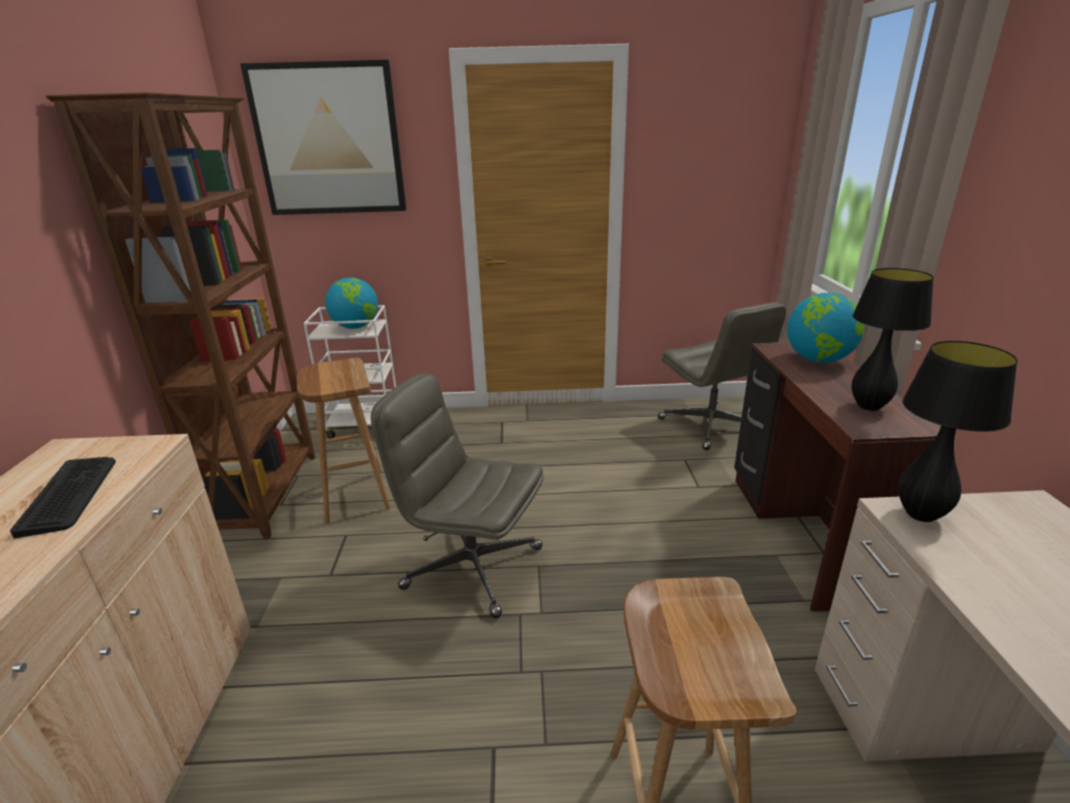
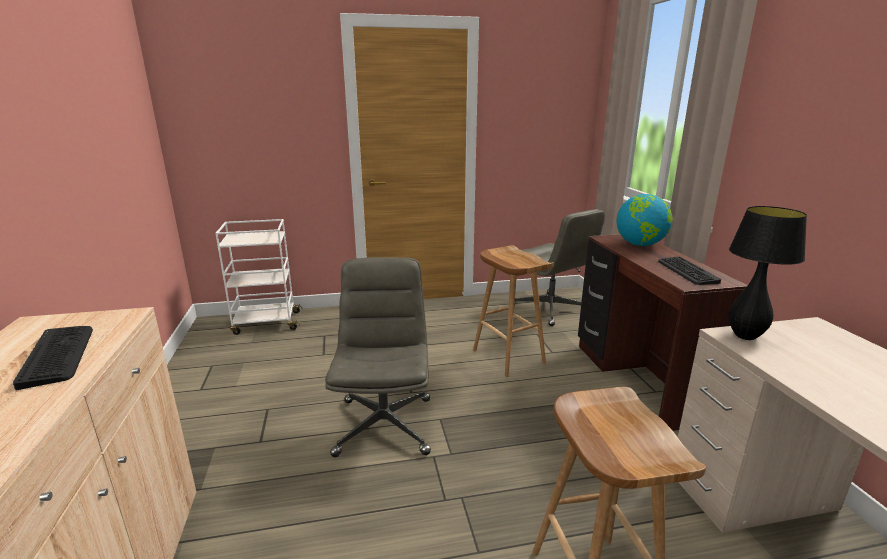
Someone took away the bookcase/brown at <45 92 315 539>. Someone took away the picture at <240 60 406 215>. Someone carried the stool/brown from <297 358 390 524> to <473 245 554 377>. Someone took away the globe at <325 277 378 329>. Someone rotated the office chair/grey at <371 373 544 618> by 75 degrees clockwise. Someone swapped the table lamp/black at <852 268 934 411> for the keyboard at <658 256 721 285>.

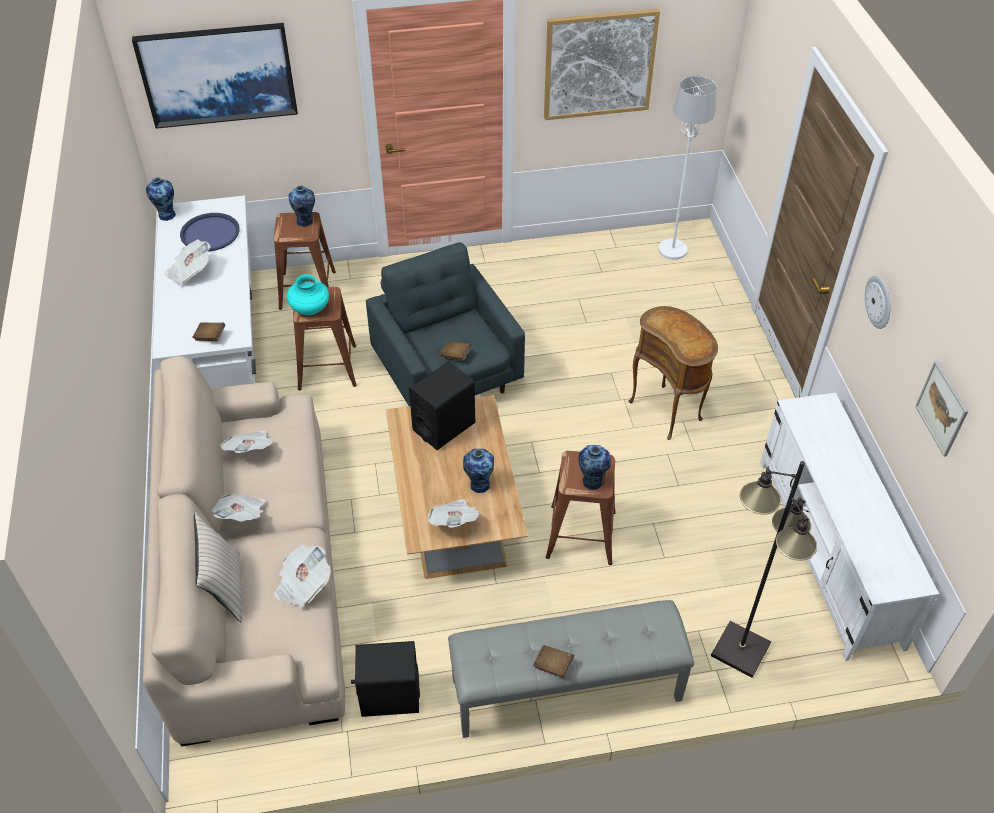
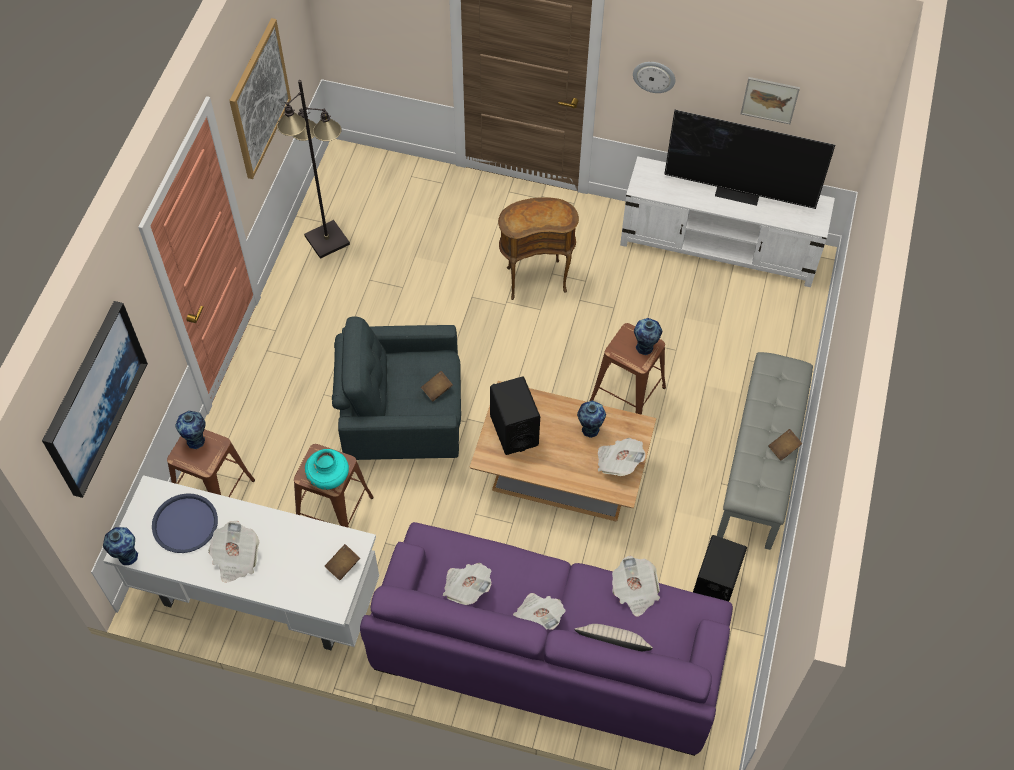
Someone repainted the sofa/beige at <143 356 345 746>, which became the sofa/purple at <360 522 733 756>. Someone took away the floor lamp/white at <658 75 717 260>. Someone carried the floor lamp/black from <711 461 817 678> to <277 80 350 259>. Someone put down the television at <664 110 835 209>.

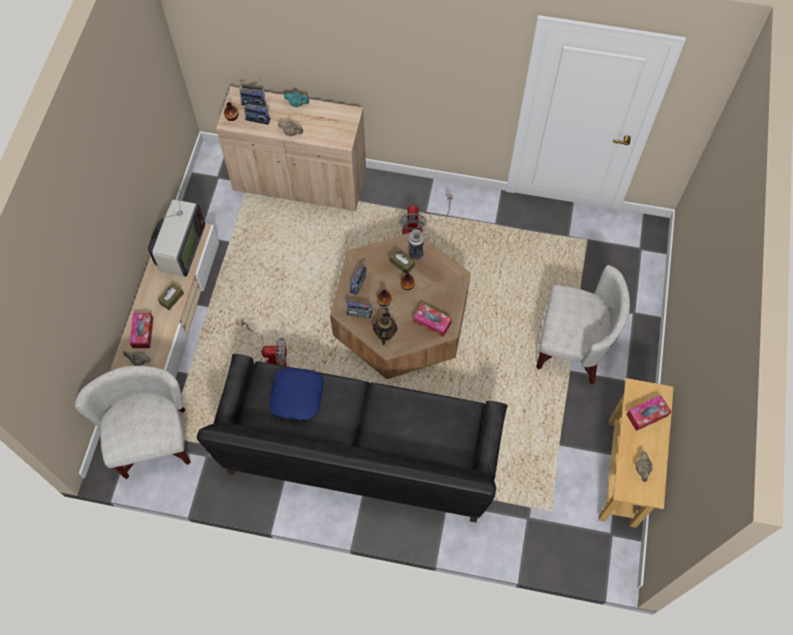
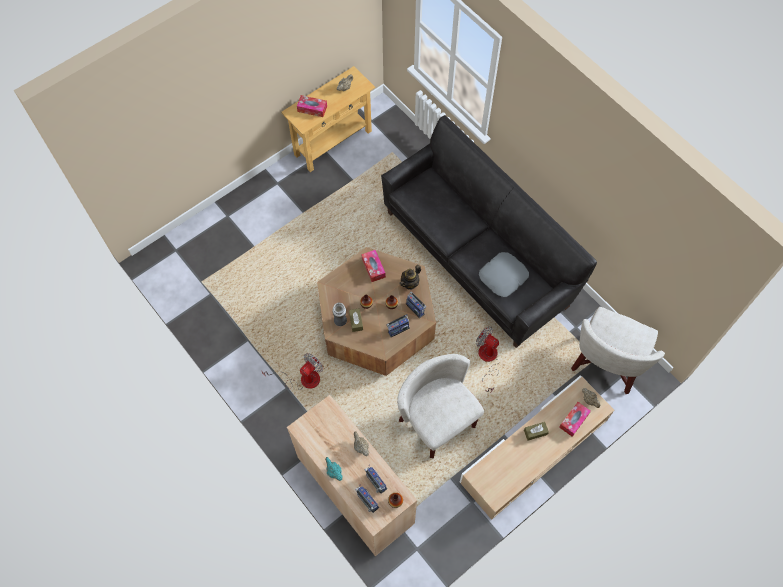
Someone took away the television at <148 184 205 277>. Someone repainted the pillow/blue at <269 367 324 420>, which became the pillow/grey at <479 252 529 297>. Someone carried the armchair/white from <536 265 630 385> to <397 354 484 458>.

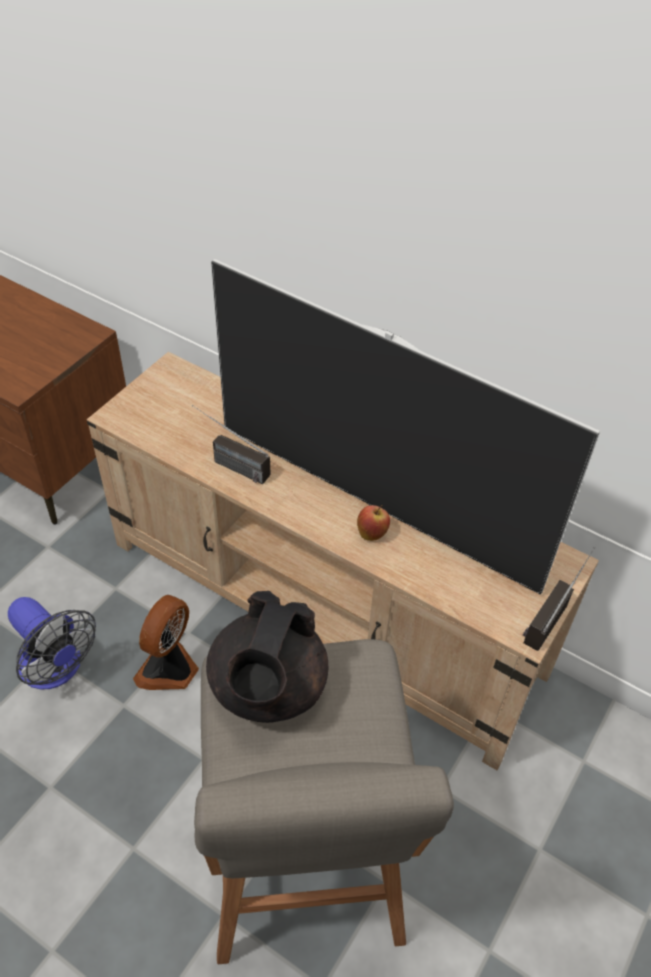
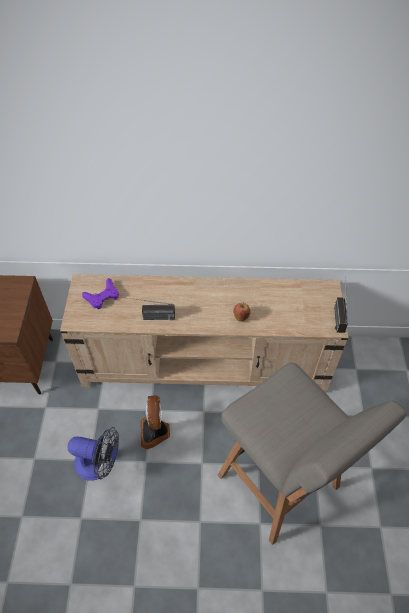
Someone took away the teapot/black at <206 591 328 723>. Someone took away the television at <211 259 600 595>. Someone put down the game controller/purple at <82 278 119 309>.

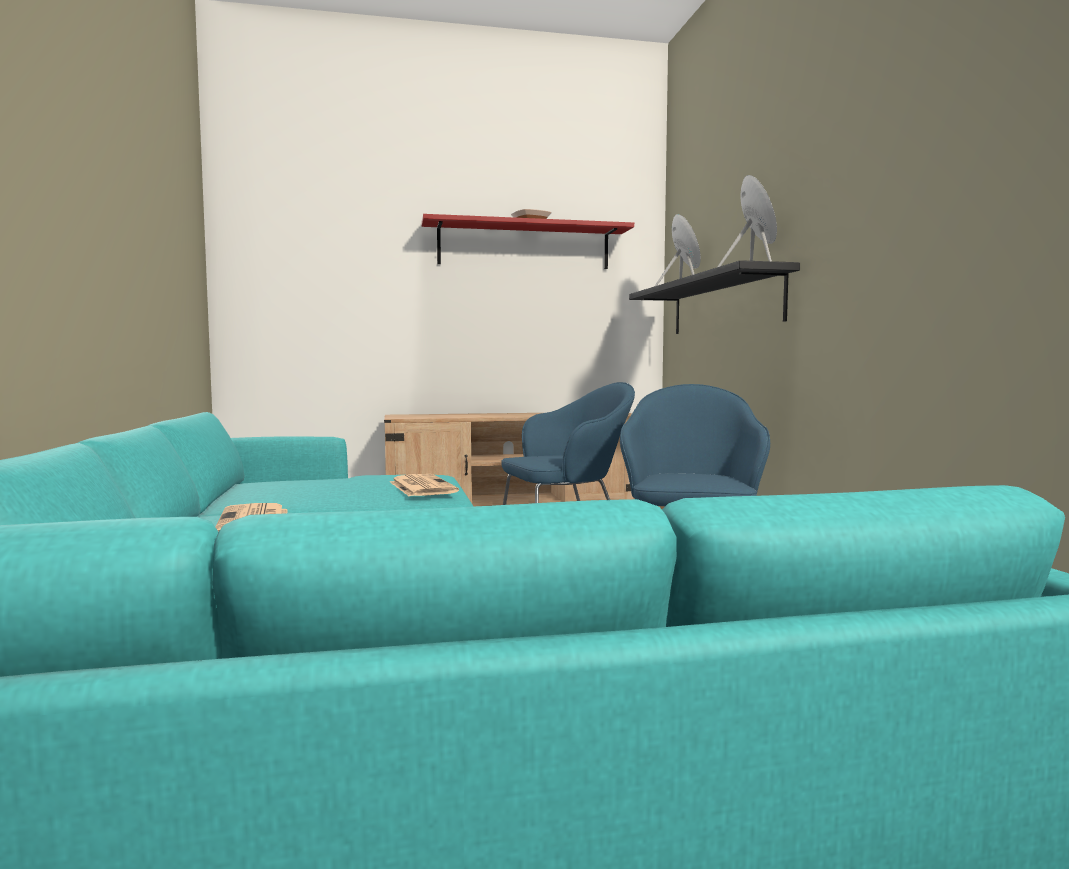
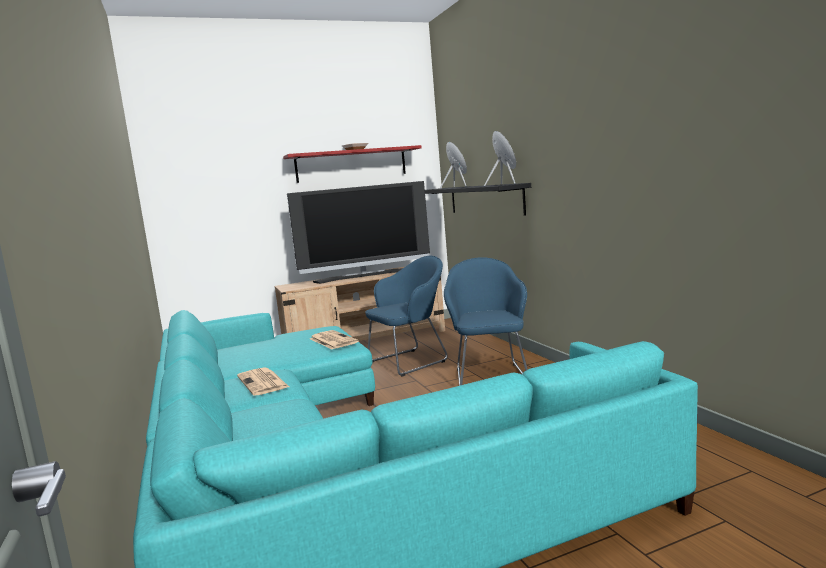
Someone put down the television at <287 181 430 284>.

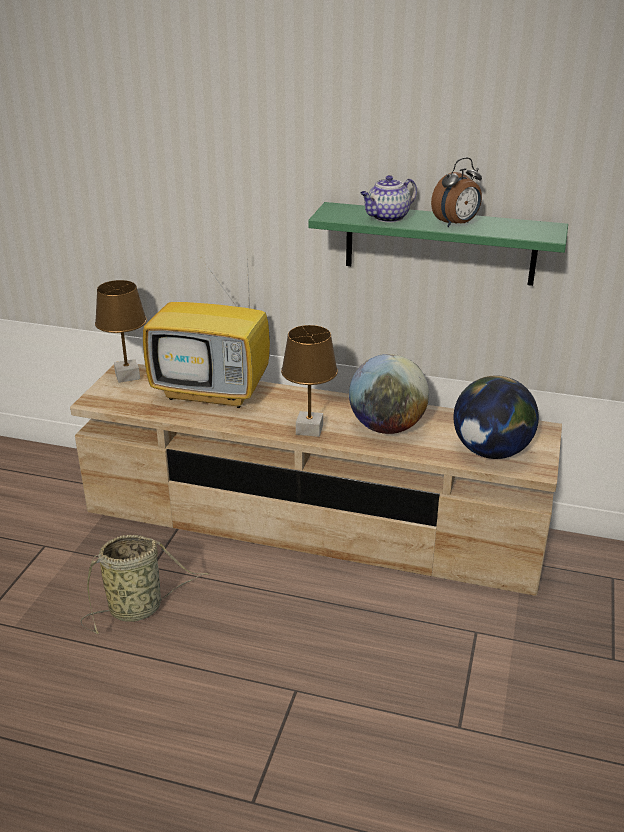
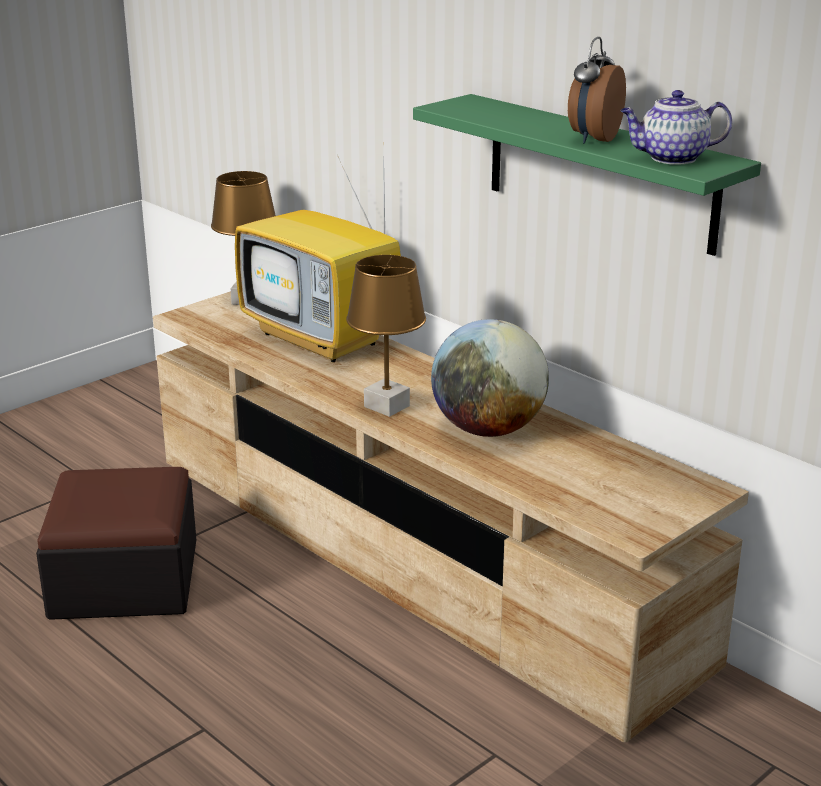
Someone swapped the basket at <80 535 209 634> for the ottoman at <36 467 196 620>. Someone carried the teapot from <360 175 417 222> to <620 90 732 165>. Someone rotated the alarm clock at <431 157 482 227> by 120 degrees clockwise. Someone took away the globe at <454 376 539 459>.

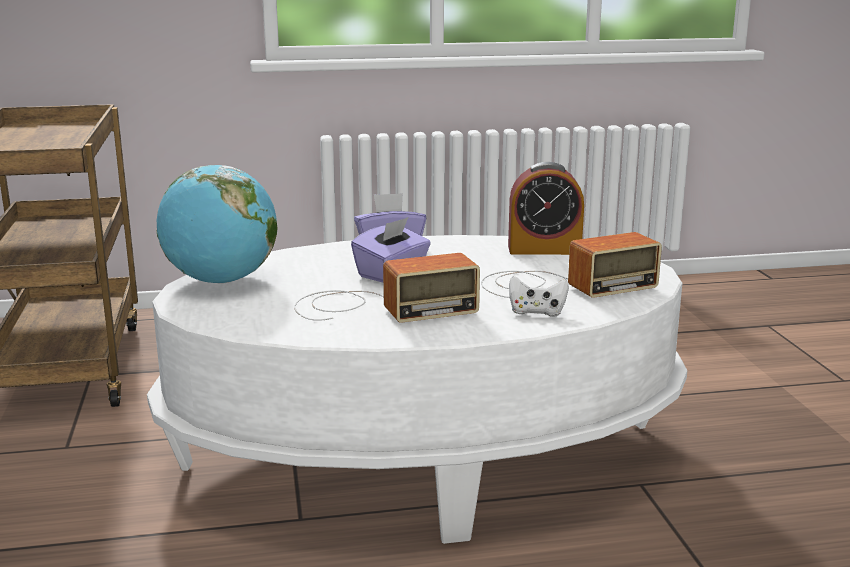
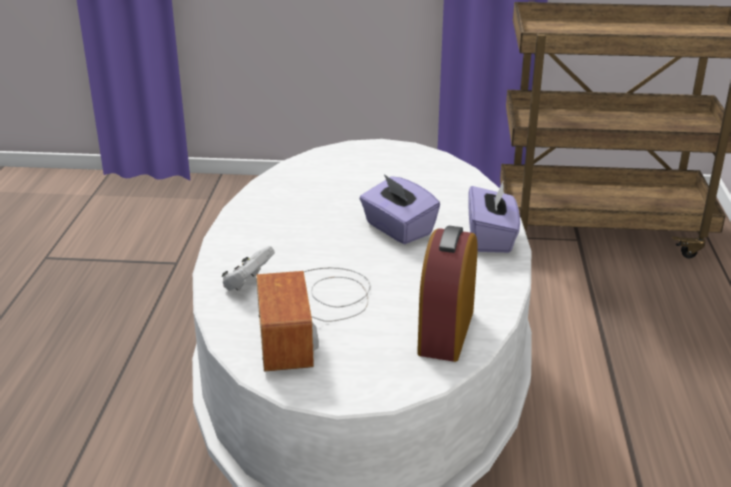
Someone took away the globe at <157 165 277 284>. Someone took away the radio at <294 253 480 323>.

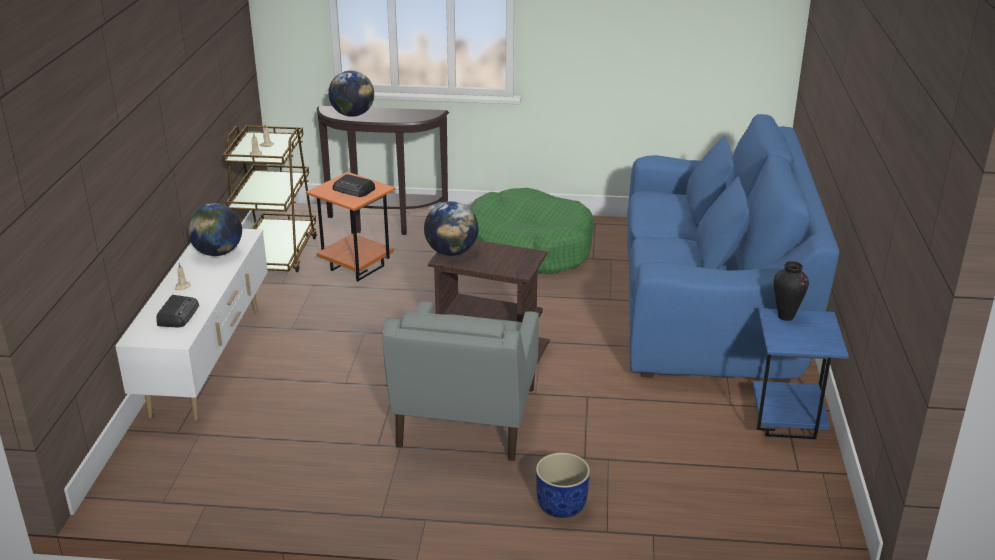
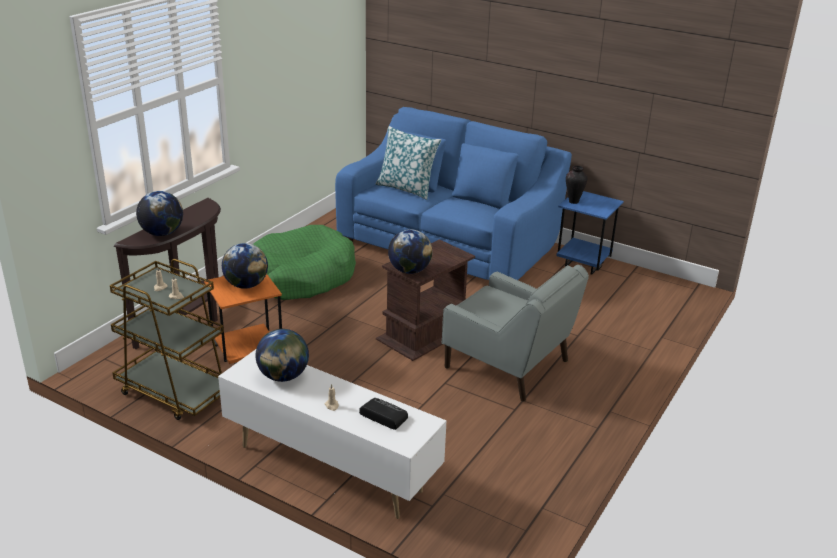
Someone swapped the radio at <333 174 375 197> for the globe at <222 243 268 289>. Someone took away the planter/blue at <536 453 590 518>. Someone put down the pillow at <375 126 441 200>.

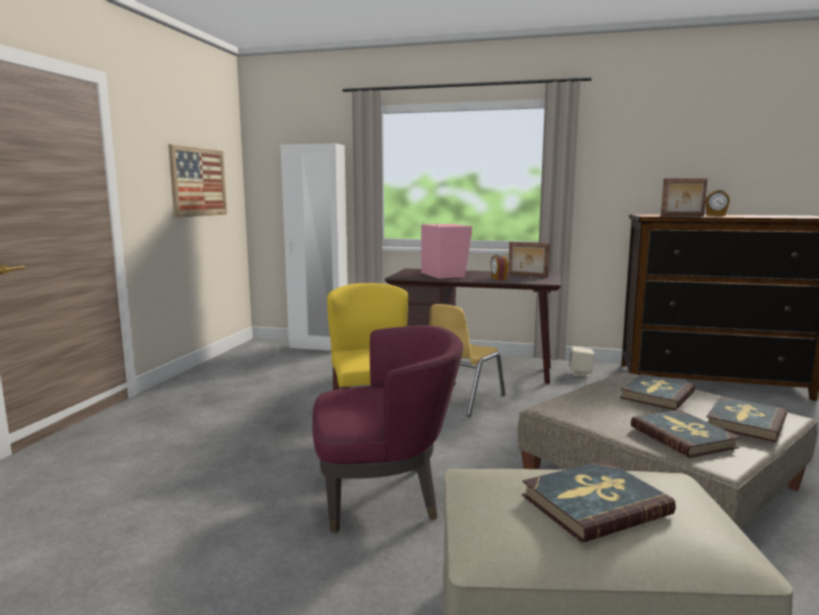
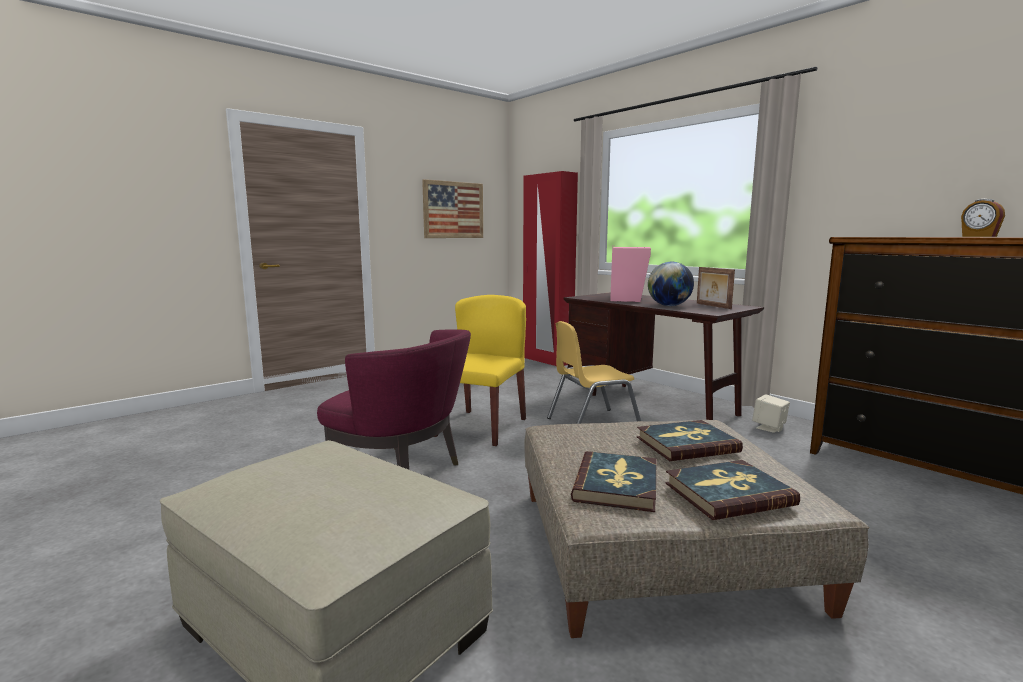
Someone repainted the wardrobe/white at <280 143 348 351>, which became the wardrobe/red at <523 171 578 366>. Someone swapped the alarm clock at <490 254 508 280> for the globe at <648 262 694 306>. Someone took away the book at <522 460 676 543>. Someone took away the picture frame at <661 178 708 216>.

